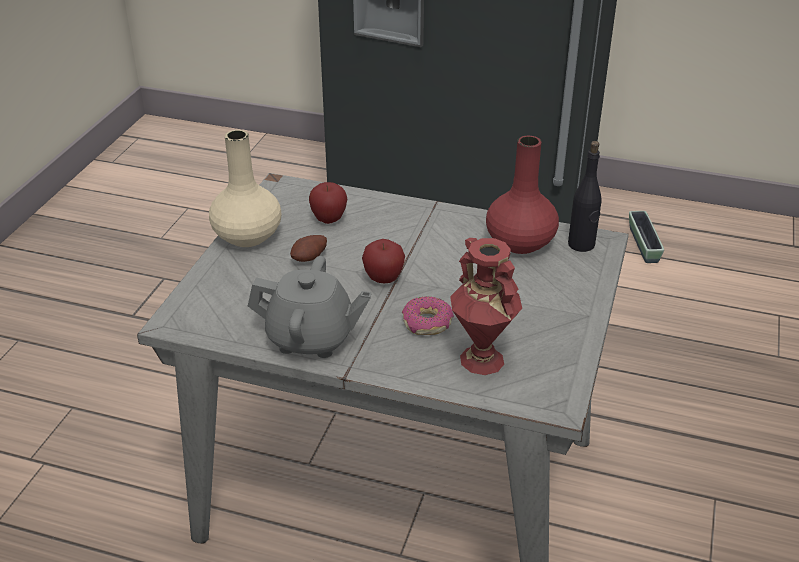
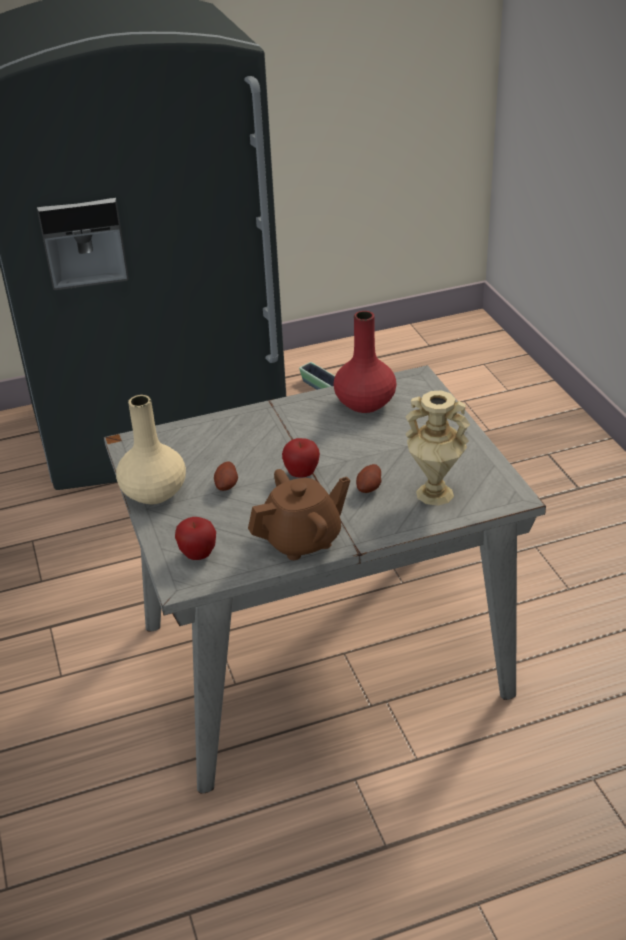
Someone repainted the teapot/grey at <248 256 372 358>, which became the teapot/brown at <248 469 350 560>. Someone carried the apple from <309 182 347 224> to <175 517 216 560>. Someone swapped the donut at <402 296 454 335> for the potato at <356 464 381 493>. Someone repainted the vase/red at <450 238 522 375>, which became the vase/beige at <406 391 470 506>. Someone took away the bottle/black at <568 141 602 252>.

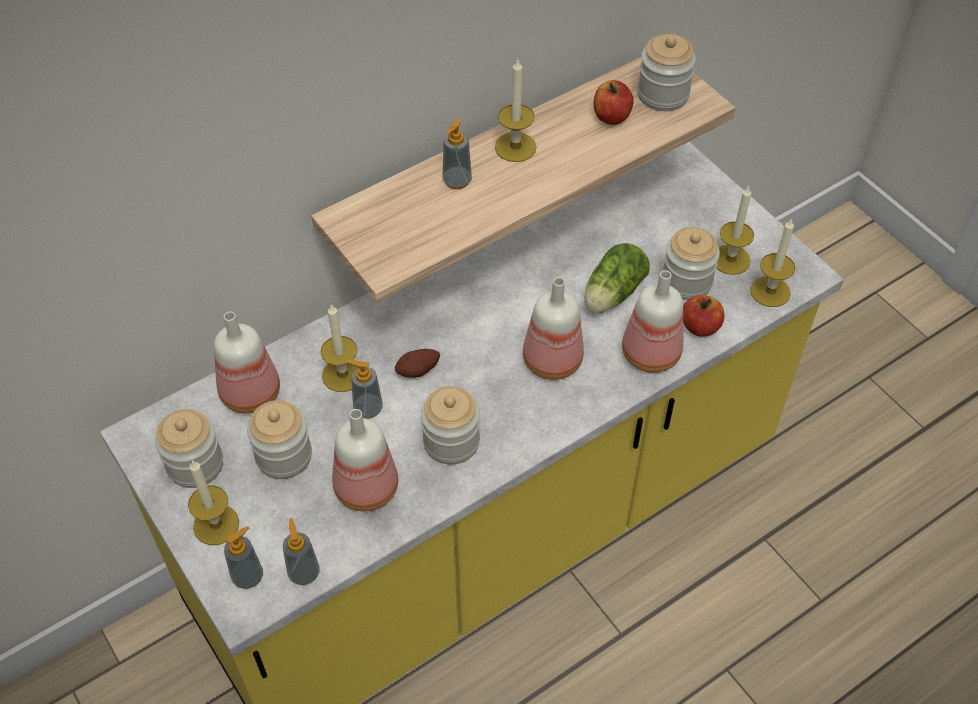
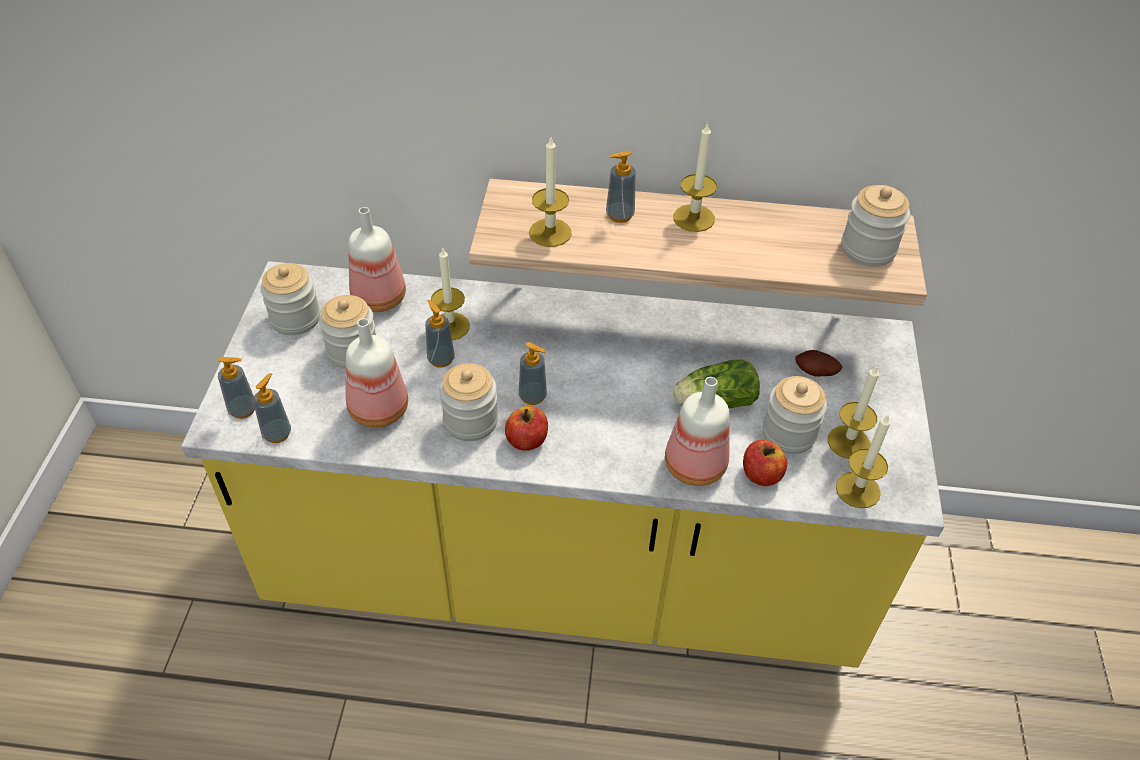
Someone carried the candle from <188 460 239 545> to <529 138 572 247>. Someone carried the potato from <395 349 440 378> to <795 350 842 376>. Someone took away the bottle at <523 277 584 380>. Someone carried the apple from <593 80 634 125> to <505 406 548 451>. Someone put down the soap dispenser at <519 342 547 405>.

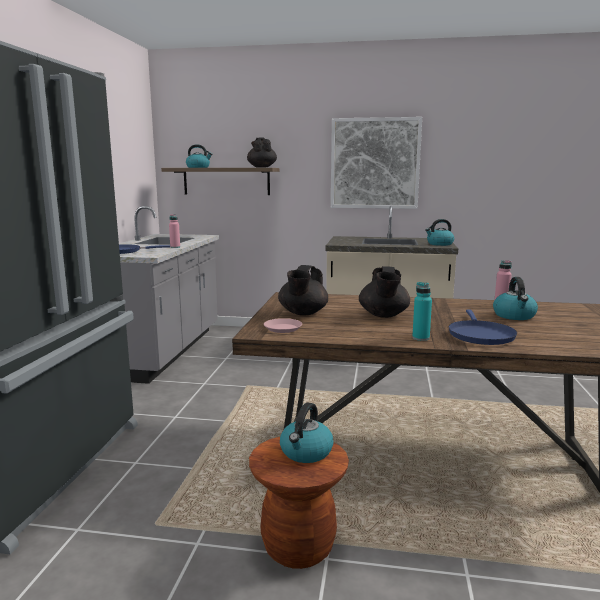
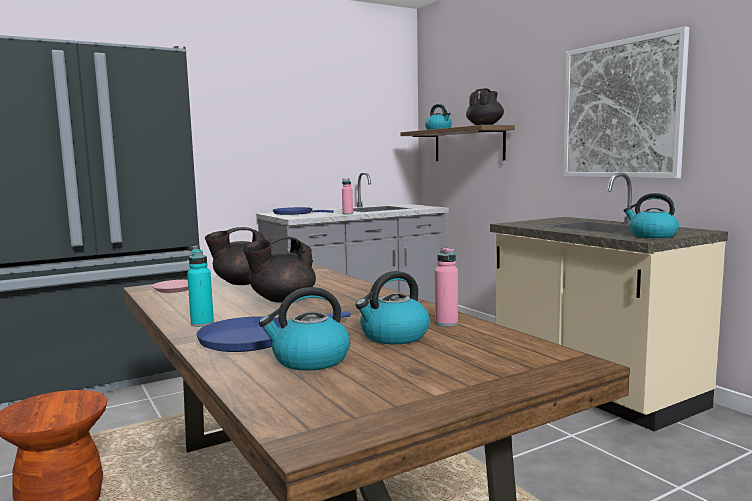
Someone carried the kettle from <280 402 333 463> to <259 287 350 371>.

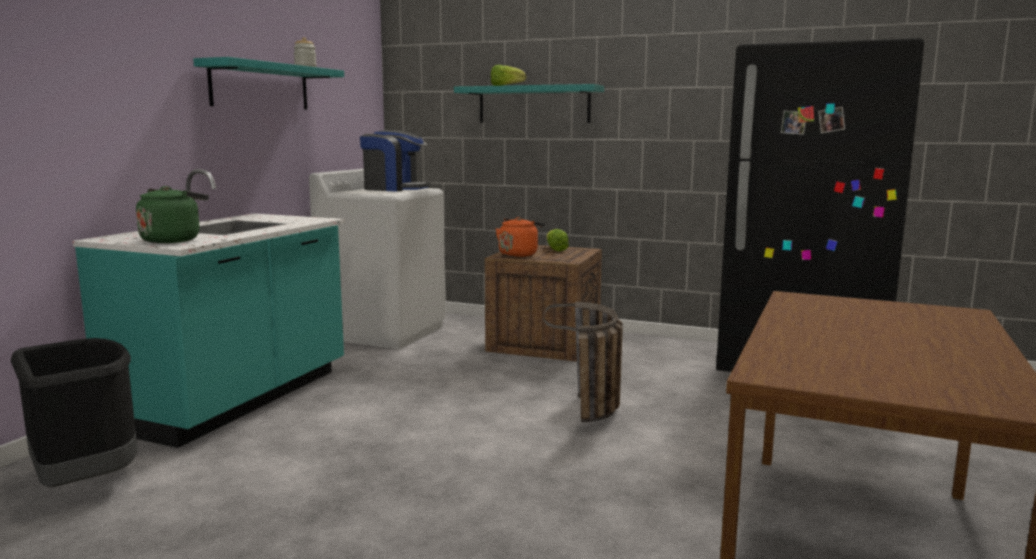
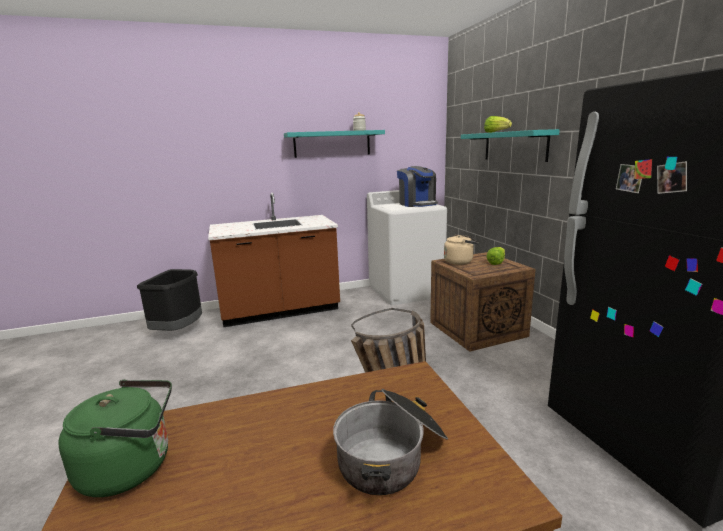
Someone repainted the counter/turquoise at <72 169 345 448>, which became the counter/brown at <208 193 340 327>. Someone carried the kettle/green from <136 186 209 243> to <58 380 172 497>. Someone repainted the kettle/orange at <496 217 545 257>, which became the kettle/beige at <444 234 479 265>. Someone put down the cooking pot at <333 389 448 495>.

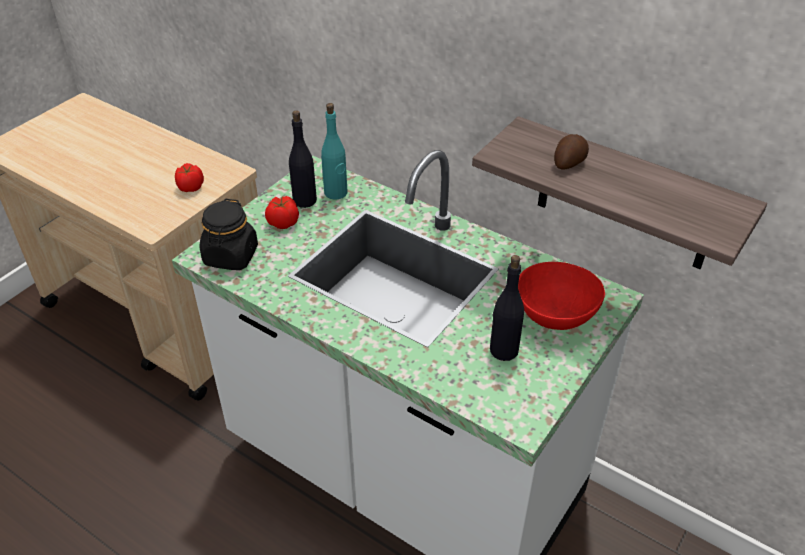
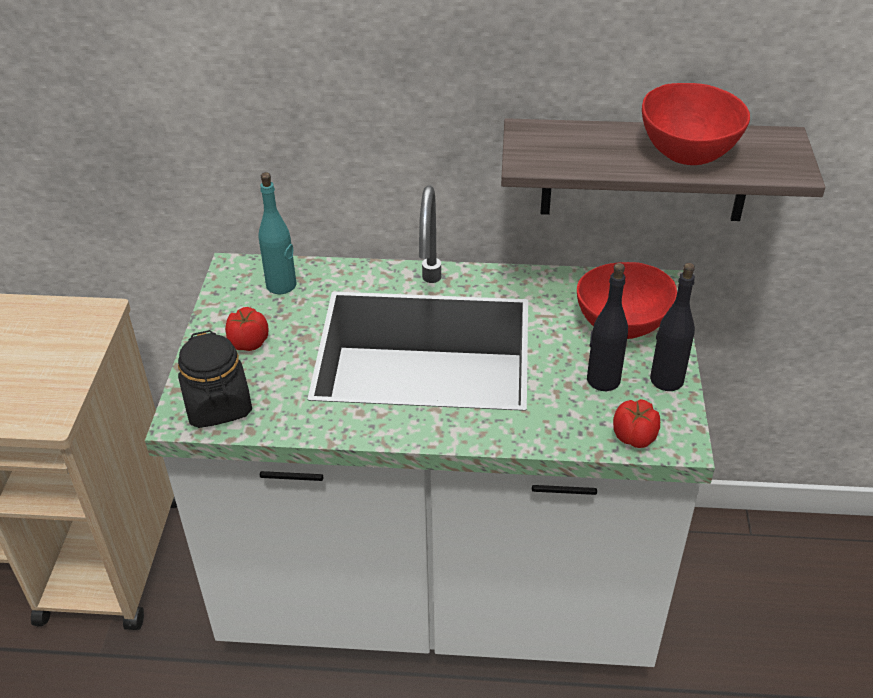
Someone carried the tomato from <175 163 204 192> to <613 399 660 448>. Someone carried the bottle/black from <289 110 317 208> to <650 263 695 391>. Someone took away the potato at <554 134 589 170>. Someone put down the bowl/red at <642 83 750 165>.

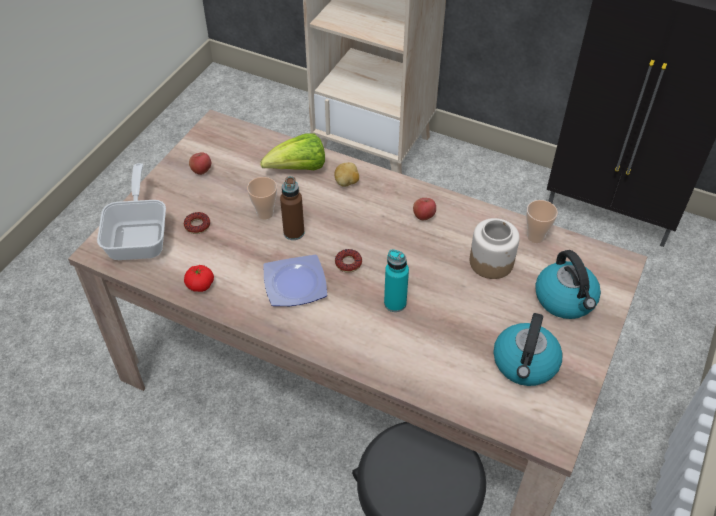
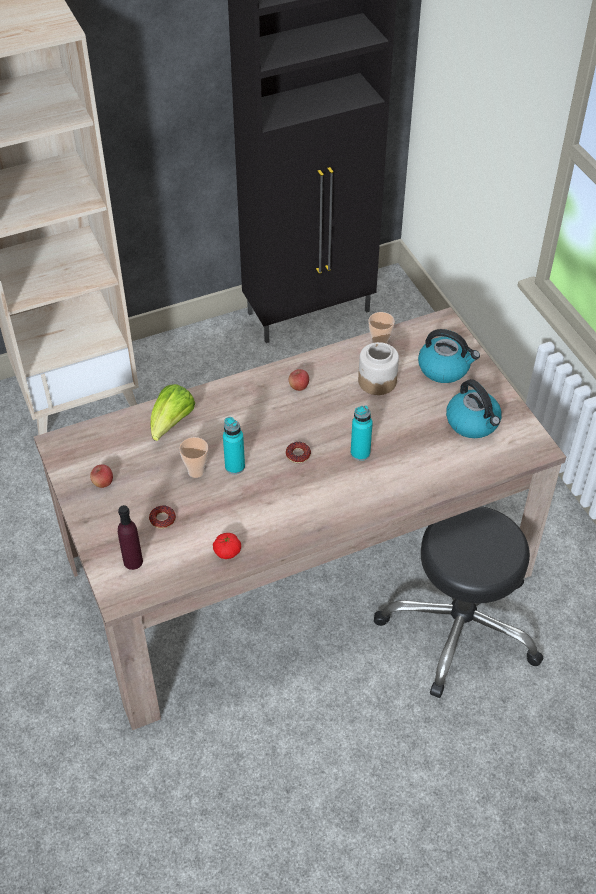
Someone swapped the frying pan at <97 163 166 260> for the bottle/purple at <118 505 143 570>. Someone took away the plate at <264 255 327 306>. Someone repainted the bottle/brown at <280 176 304 240>, which became the bottle/turquoise at <223 417 245 474>. Someone took away the potato at <334 162 359 187>.

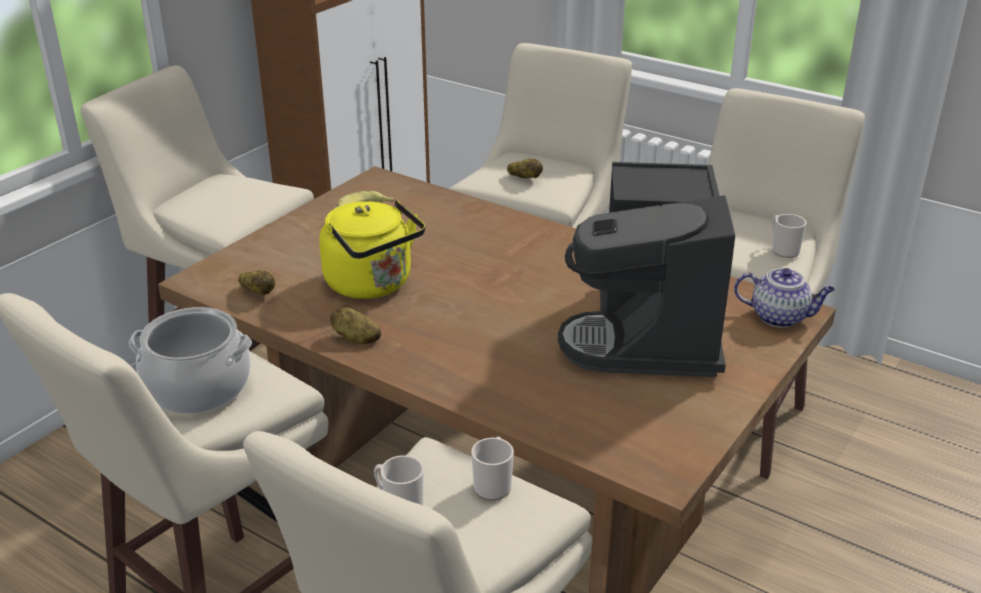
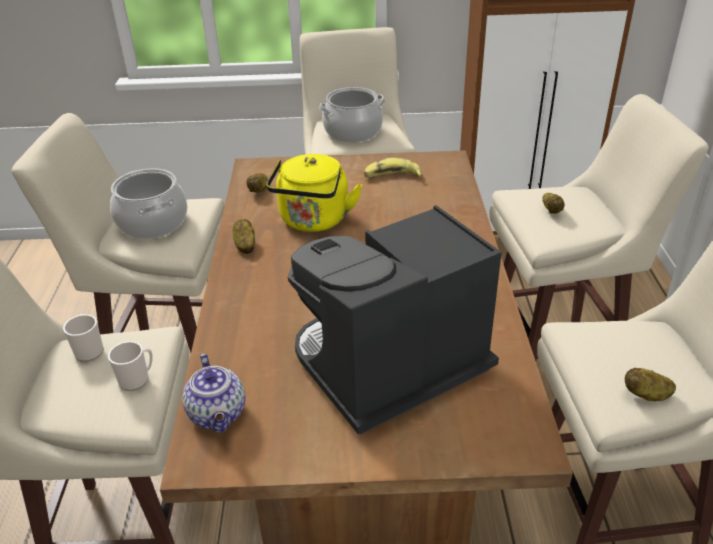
Someone carried the teapot from <734 268 835 328> to <182 354 246 433>. Someone swapped the mug at <772 214 807 258> for the potato at <625 368 676 401>. Someone put down the cooking pot at <319 87 385 142>.

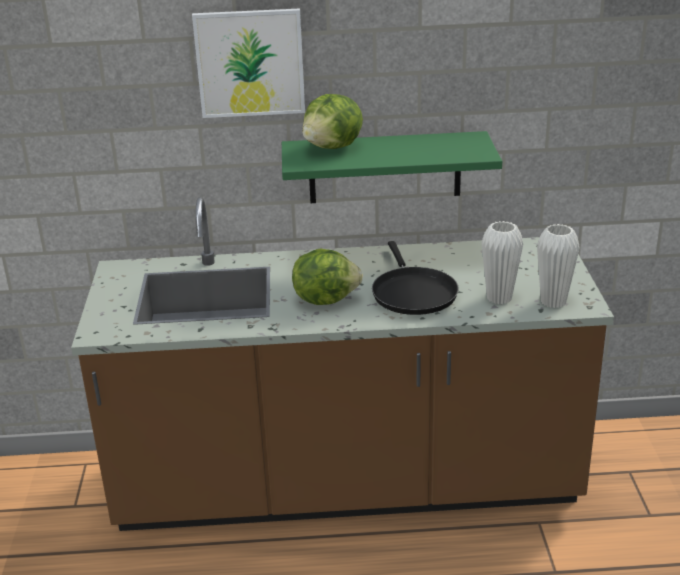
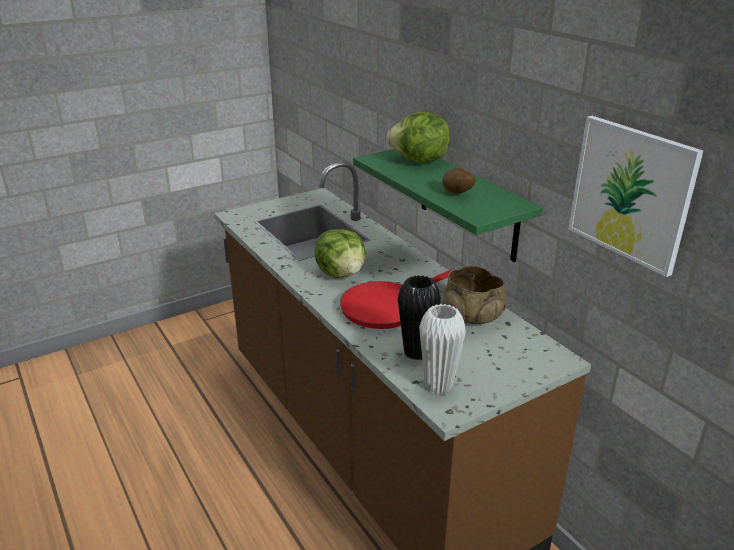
Someone carried the picture from <192 8 305 118> to <568 116 703 277>. Someone repainted the frying pan/black at <372 241 459 315>, which became the frying pan/red at <340 270 451 329>. Someone repainted the vase/white at <481 221 523 304>, which became the vase/black at <398 275 441 360>. Someone put down the potato at <442 168 476 194>. Someone put down the bowl/beige at <443 266 506 324>.

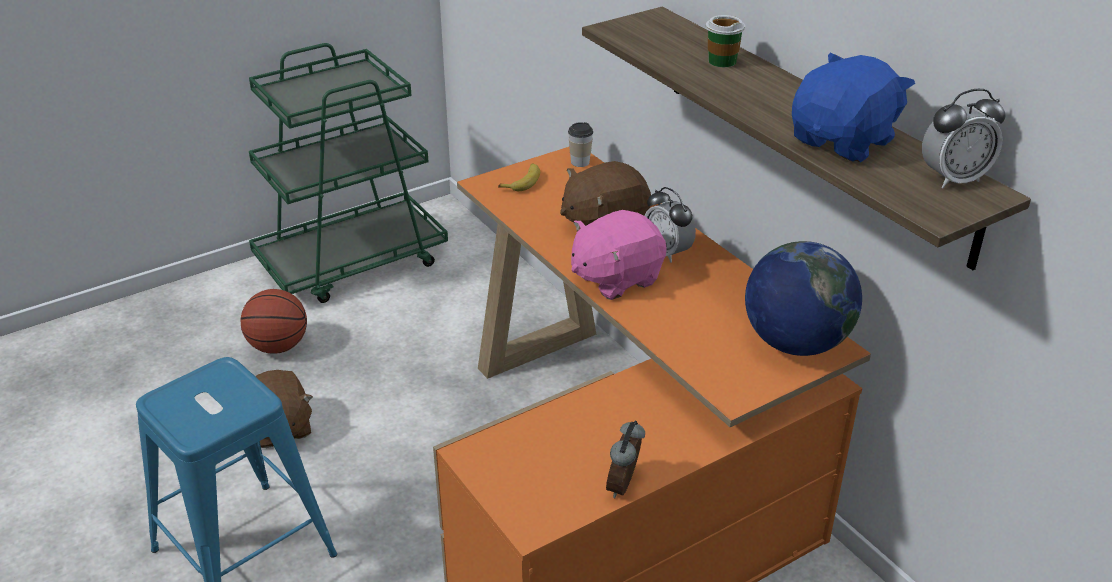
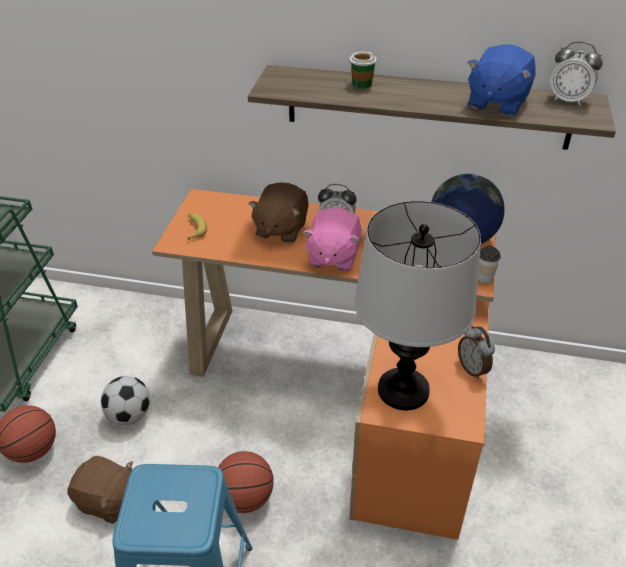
Someone carried the cup from <568 122 593 167> to <478 246 501 283>. Someone rotated the plush toy/blue at <792 53 915 163> by 150 degrees counterclockwise. Someone rotated the alarm clock at <922 89 1006 188> by 90 degrees clockwise. Someone put down the football at <101 376 150 425>. Someone put down the basketball at <218 451 274 513>. Someone put down the table lamp at <354 201 481 410>.

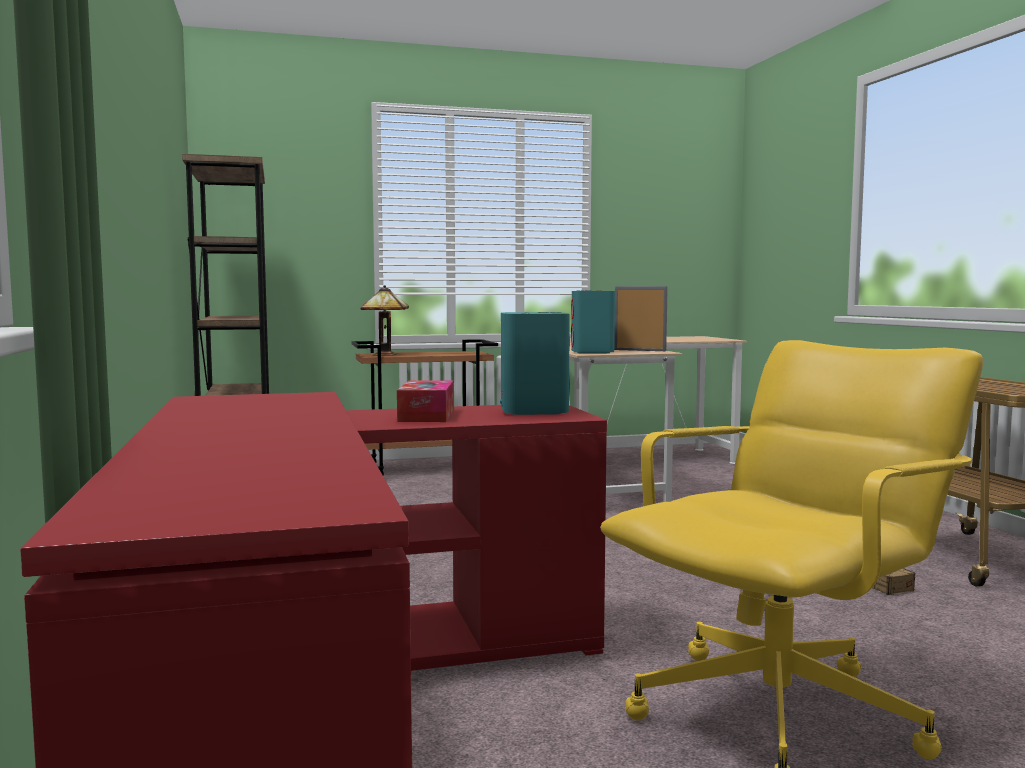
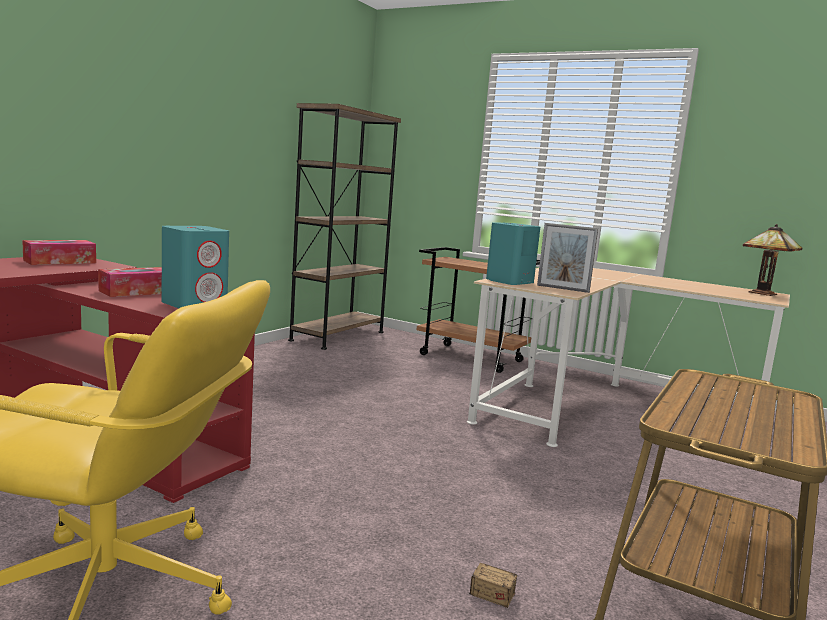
Someone carried the table lamp from <360 285 409 356> to <743 224 803 296>. Someone rotated the picture frame at <614 286 668 351> by 135 degrees clockwise. Someone put down the tissue box at <22 240 96 265>.

